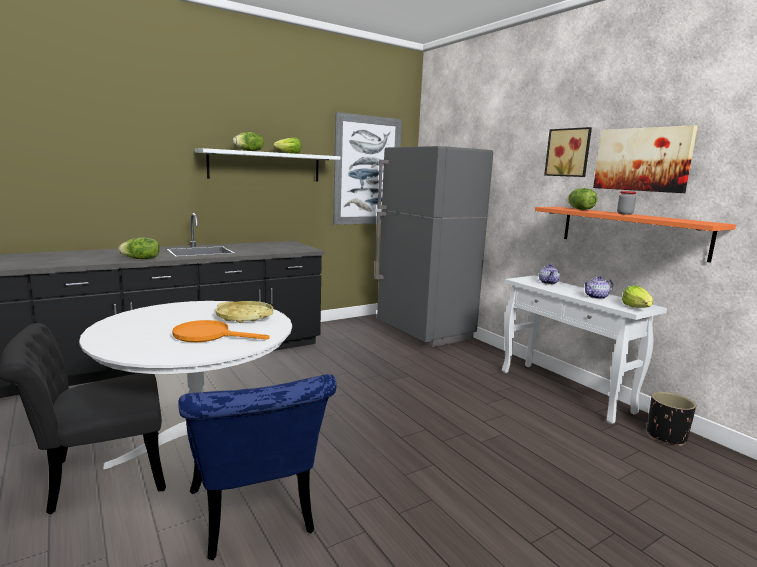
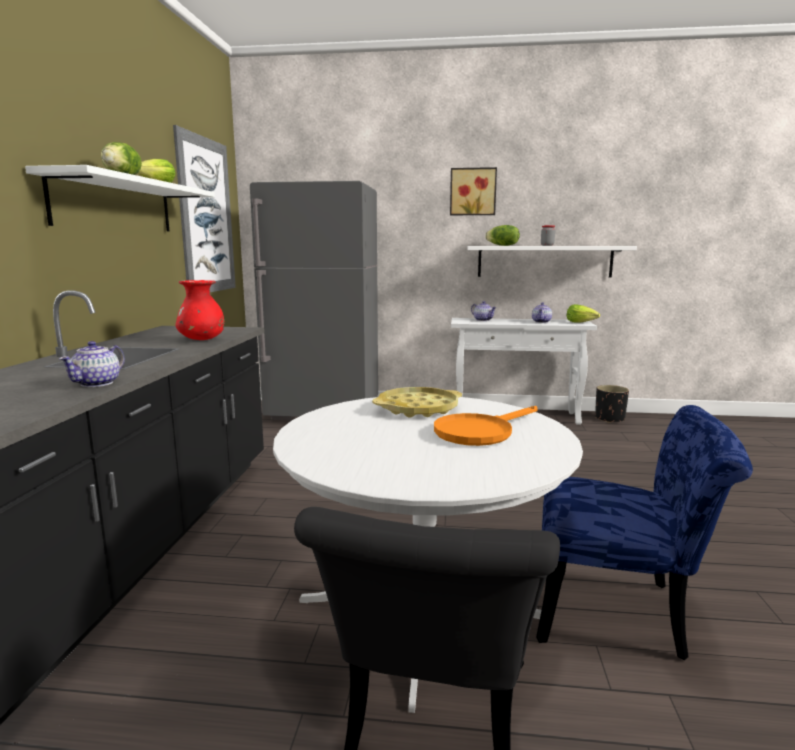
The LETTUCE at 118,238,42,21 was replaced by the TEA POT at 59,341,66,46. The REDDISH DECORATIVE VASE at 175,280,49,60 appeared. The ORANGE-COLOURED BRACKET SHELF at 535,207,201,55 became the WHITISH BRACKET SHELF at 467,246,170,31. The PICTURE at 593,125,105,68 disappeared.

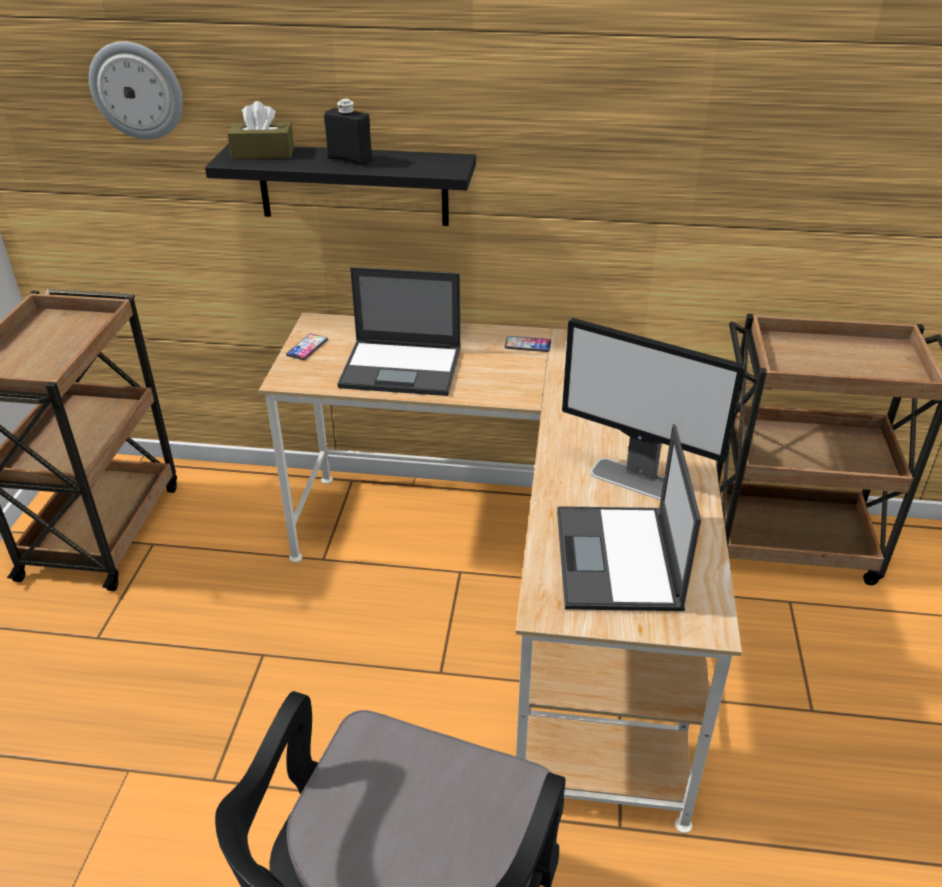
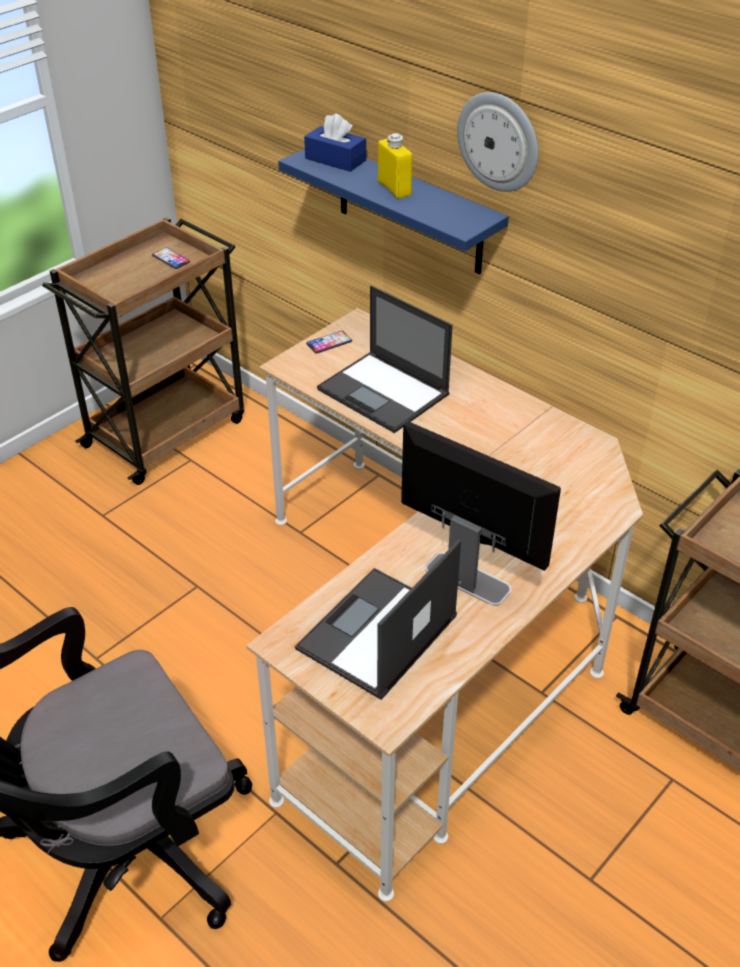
The PHONE moved from 504,336,47,16 to 152,248,38,21. The BLACKISH BRACKET SHELF at 205,144,271,82 became the BLUE-COLOURED BRACKET SHELF at 278,149,231,125. The BROWNISH BOX OF TISSUES at 227,101,67,58 became the BLUE-COLOURED BOX OF TISSUES at 304,113,62,59. The BLACKISH BOTTLE at 324,99,48,66 became the YELLOW BOTTLE at 378,133,34,66. The COMPUTER DISPLAY at 562,318,184,182 turned 150 degrees clockwise. The CLOCK ON THE WALL moved from 89,41,94,98 to 457,92,81,100.

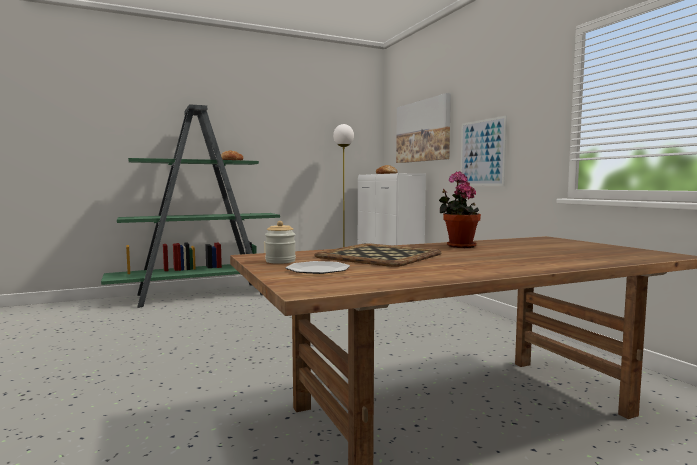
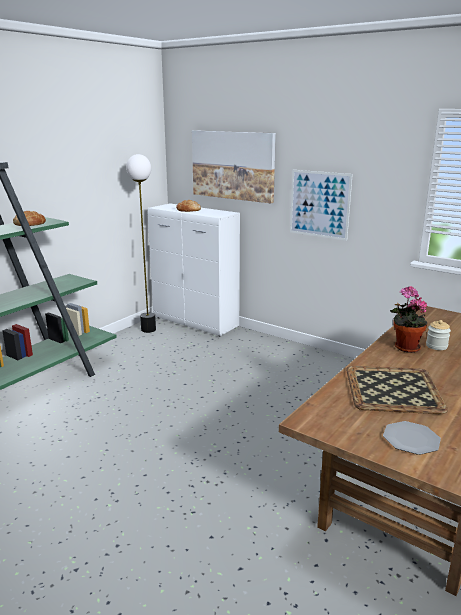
The JAR moved from 265,221,31,43 to 426,320,25,30.

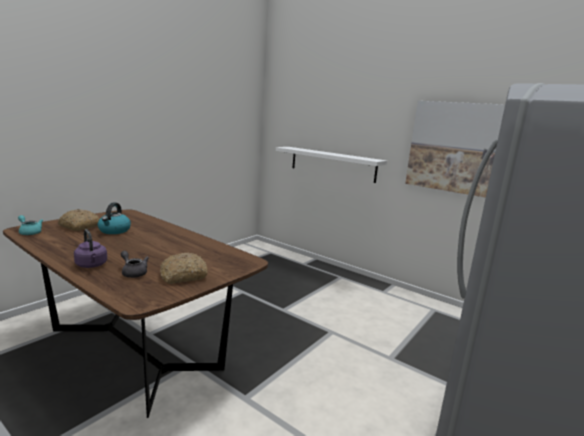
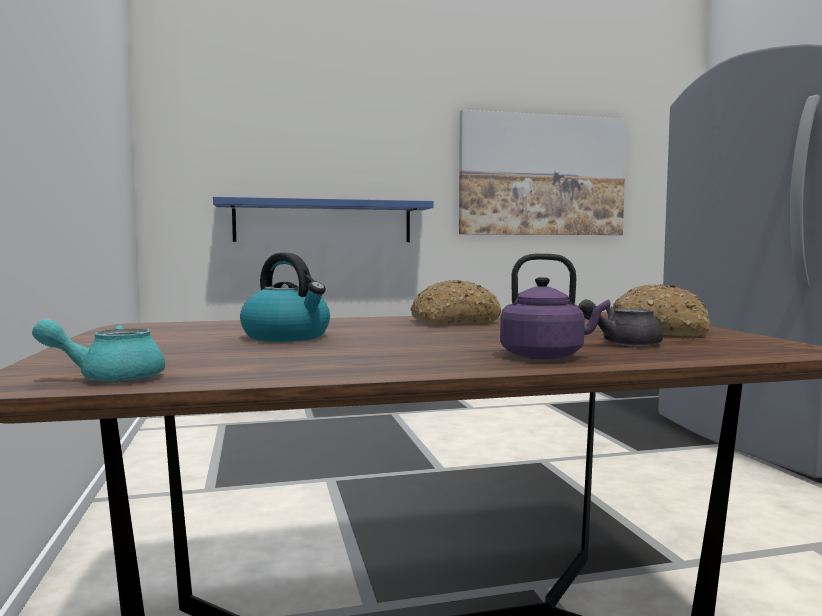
The WHITISH BRACKET SHELF at 276,147,111,36 became the BLUE-COLOURED BRACKET SHELF at 213,197,221,45. The BREAD moved from 58,209,41,22 to 410,280,91,45.

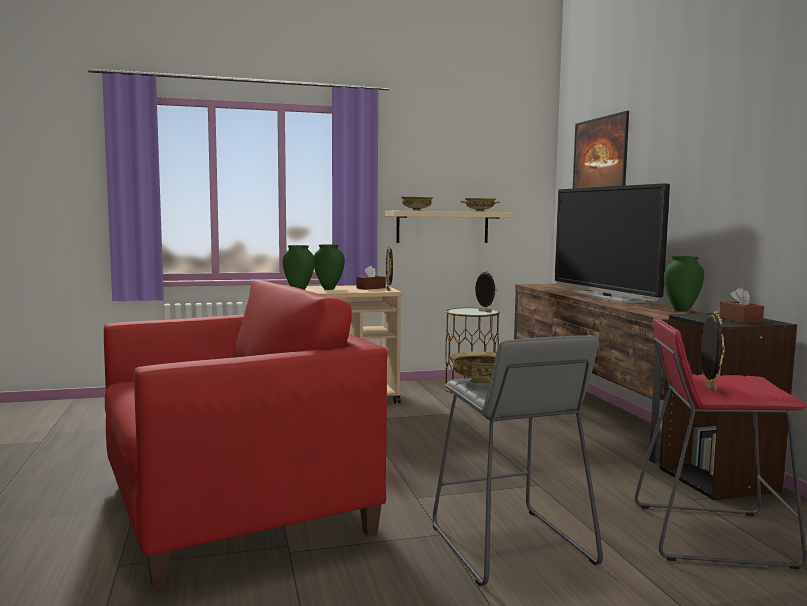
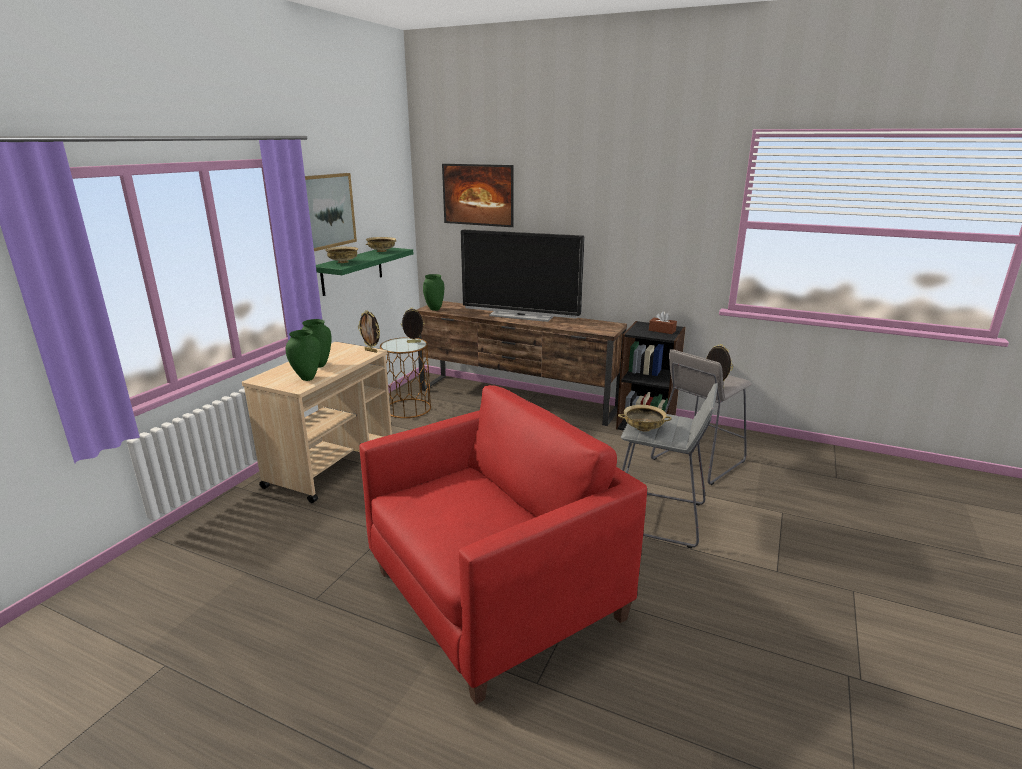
The PICTURE at 305,173,52,78 appeared. The SAND-COLOURED BRACKET SHELF at 385,211,128,32 became the GREENISH BRACKET SHELF at 316,248,98,48. The REDDISH ARMCHAIR at 104,280,283,308 turned 45 degrees clockwise. The GREENISH DECORATIVE VASE moved from 664,256,40,56 to 423,274,21,37. The REDDISH STOOL SEAT at 635,317,172,252 became the GRAY STOOL SEAT at 651,349,101,136. The BROWNISH BOX OF TISSUES at 356,265,30,25 disappeared.

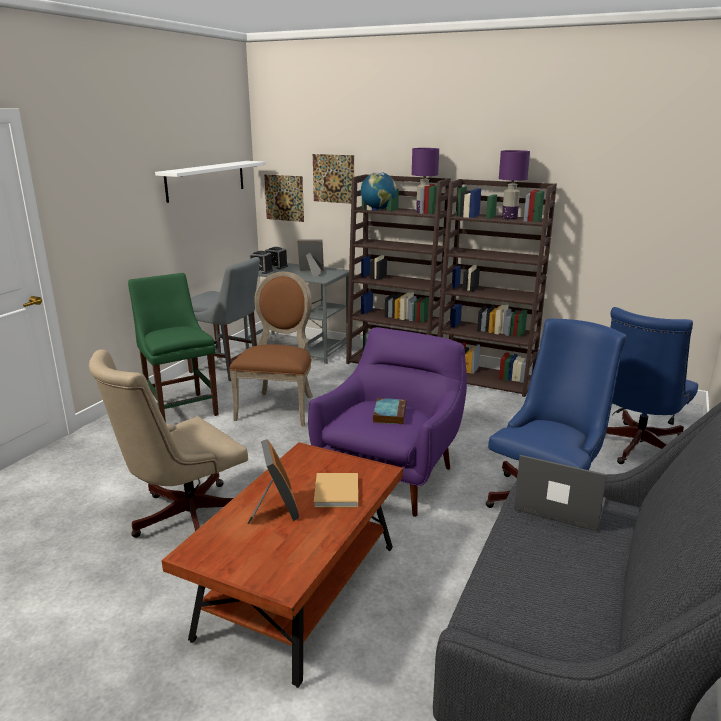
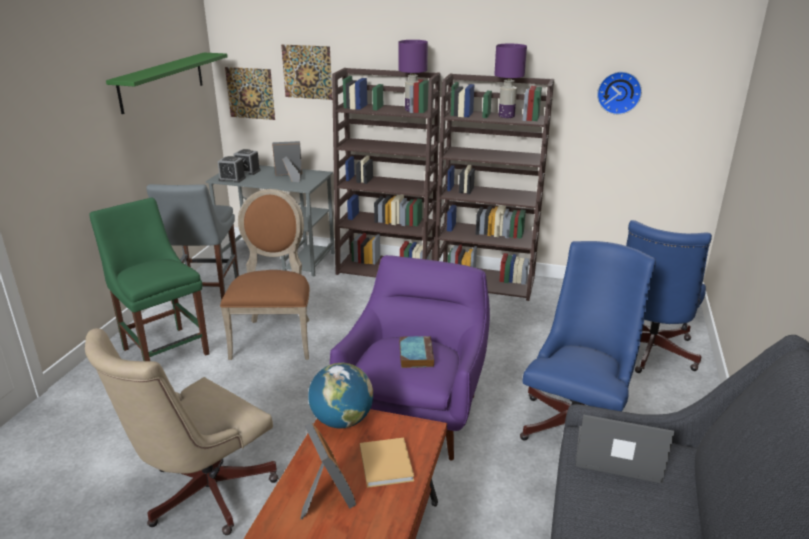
The WHITISH BRACKET SHELF at 155,161,111,42 became the GREENISH BRACKET SHELF at 106,53,122,61. The GRAY CHAIR at 187,257,73,124 turned 75 degrees clockwise. The DESK GLOBE moved from 361,172,36,37 to 308,363,65,65. The CLOCK ON THE WALL at 597,71,45,44 appeared.

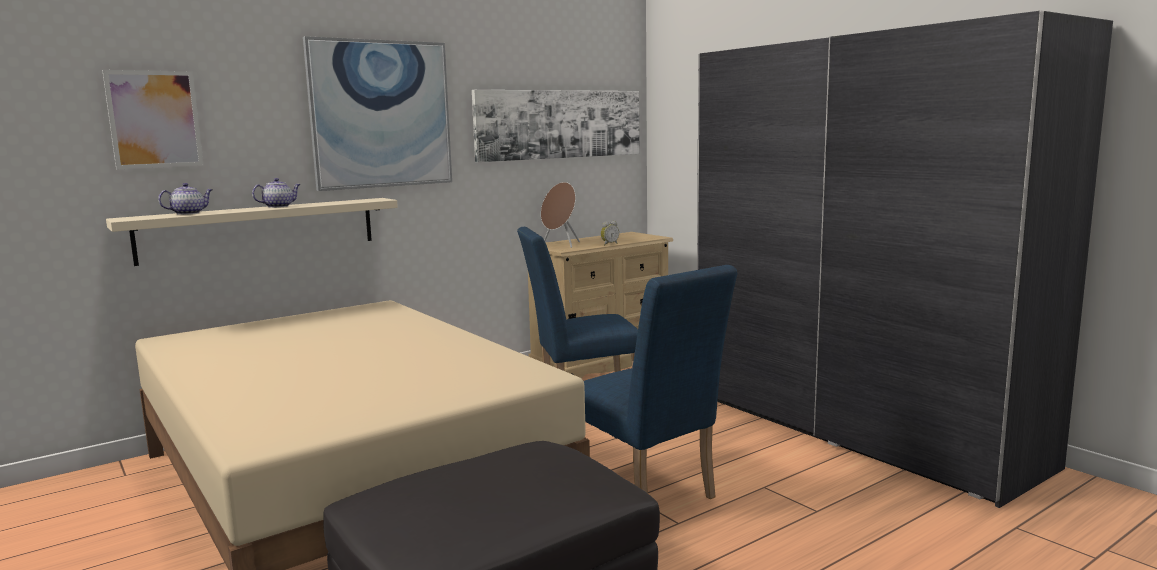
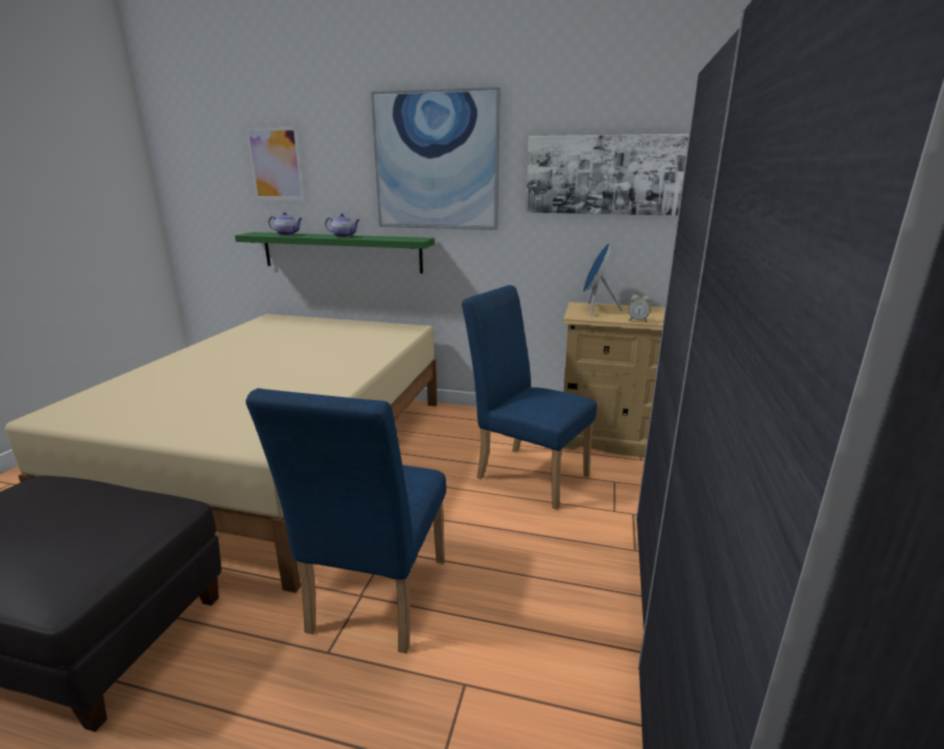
The SAND-COLOURED BRACKET SHELF at 106,198,292,68 became the GREENISH BRACKET SHELF at 235,232,200,41. The BROWNISH AUDIO SPEAKER at 541,182,39,66 became the BLUE-COLOURED AUDIO SPEAKER at 583,243,40,73.

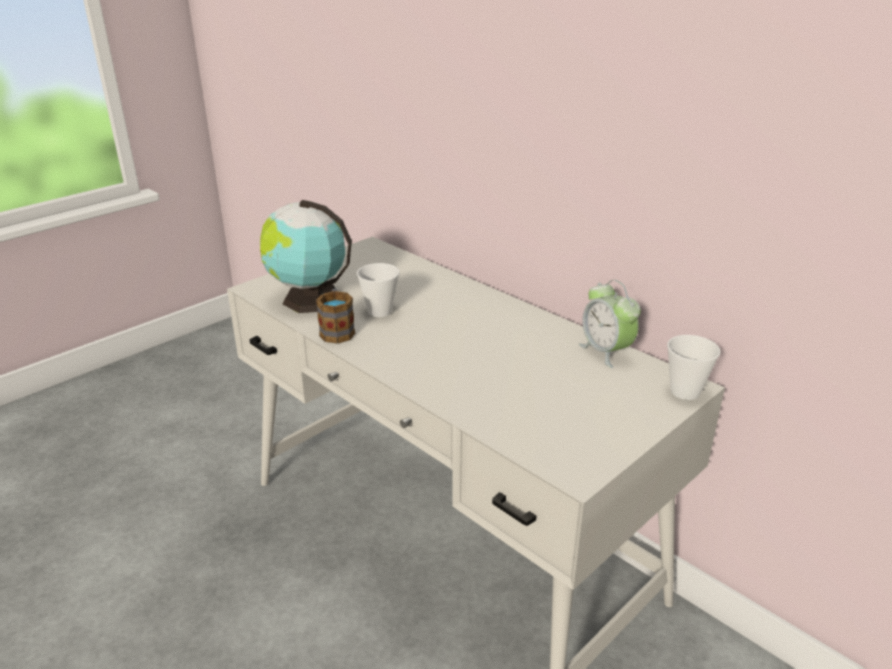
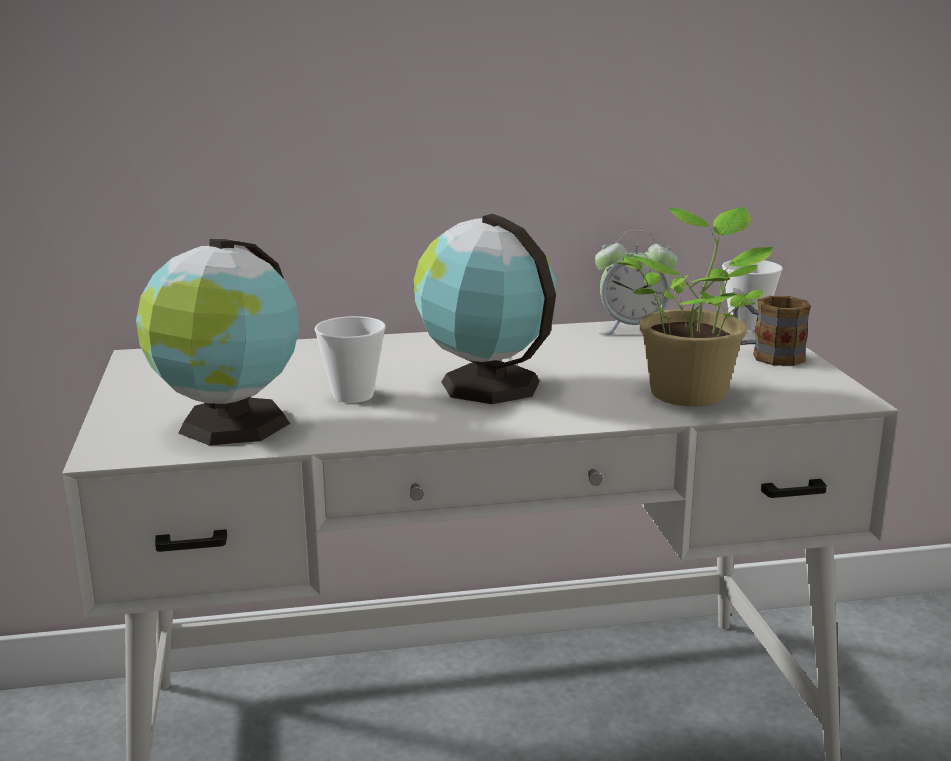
The DESK GLOBE at 413,214,143,190 appeared. The PLANT IN A POT at 617,207,156,200 appeared. The TEA MUG moved from 316,289,39,55 to 733,296,78,70.

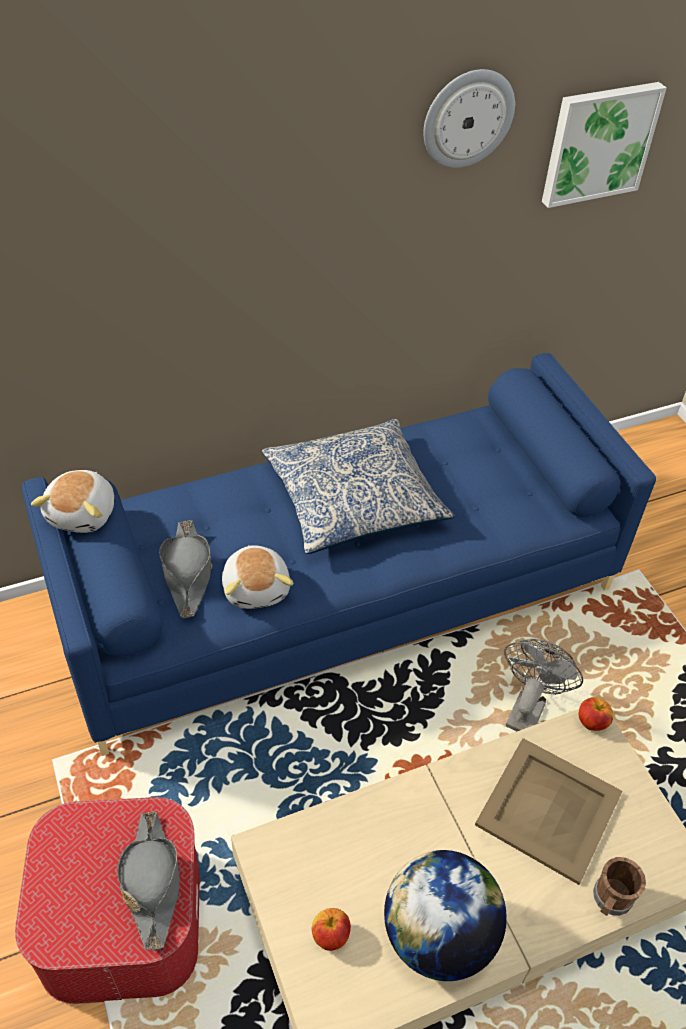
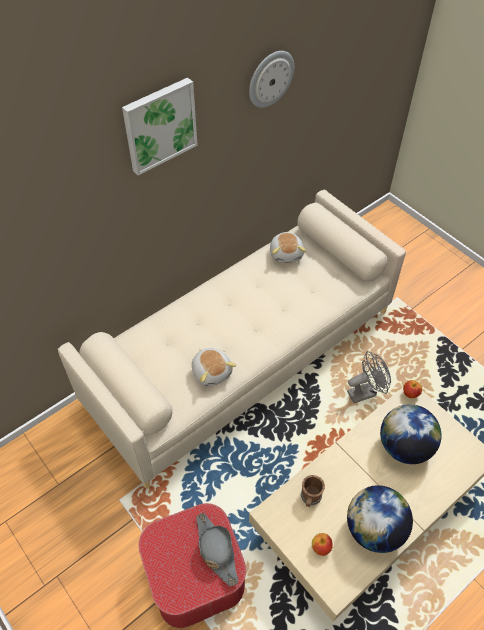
The BLUE-COLOURED COUCH at 22,353,634,403 became the SAND-COLOURED COUCH at 58,190,348,299. The PICTURE moved from 542,82,125,126 to 122,78,75,98. The PLUSH TOY moved from 31,470,83,63 to 270,232,36,31. The BROWNISH TEA MUG moved from 593,857,53,59 to 301,475,24,32. The GRAY COOLING FAN at 504,639,79,92 turned 60 degrees clockwise. The SAND-COLOURED CARRYING TRAY at 475,738,147,147 was replaced by the DESK GLOBE at 380,404,62,60. The GRAY WEARABLE HAT at 159,520,54,98 disappeared. The CUSHION at 262,419,193,135 disappeared.

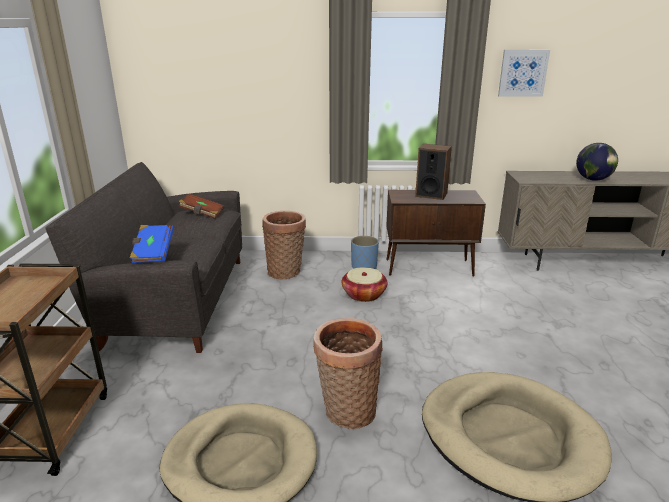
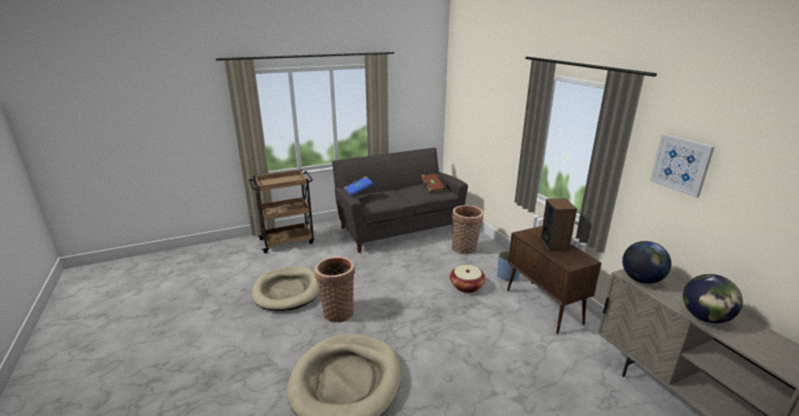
The DESK GLOBE at 622,241,49,43 appeared.

